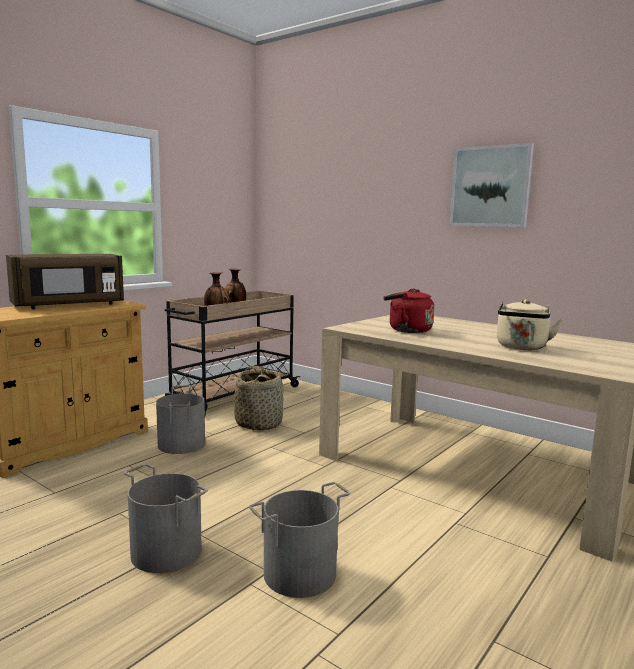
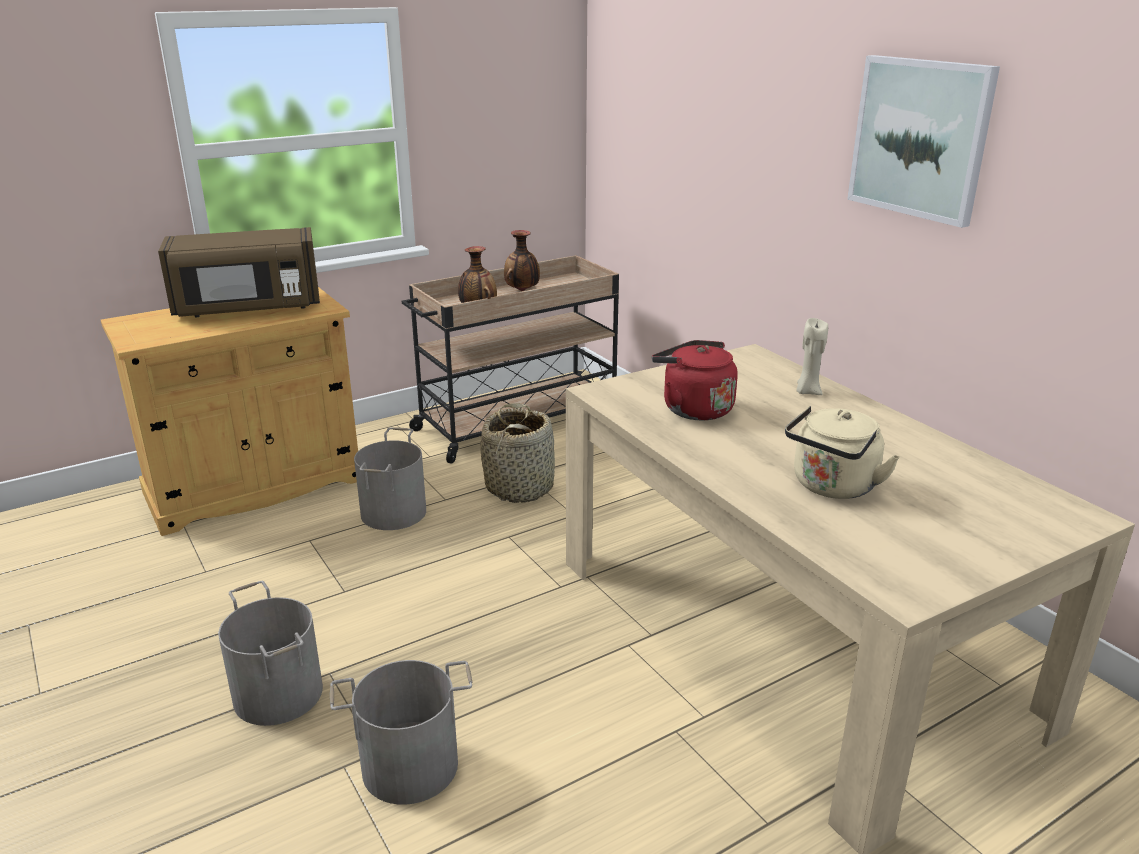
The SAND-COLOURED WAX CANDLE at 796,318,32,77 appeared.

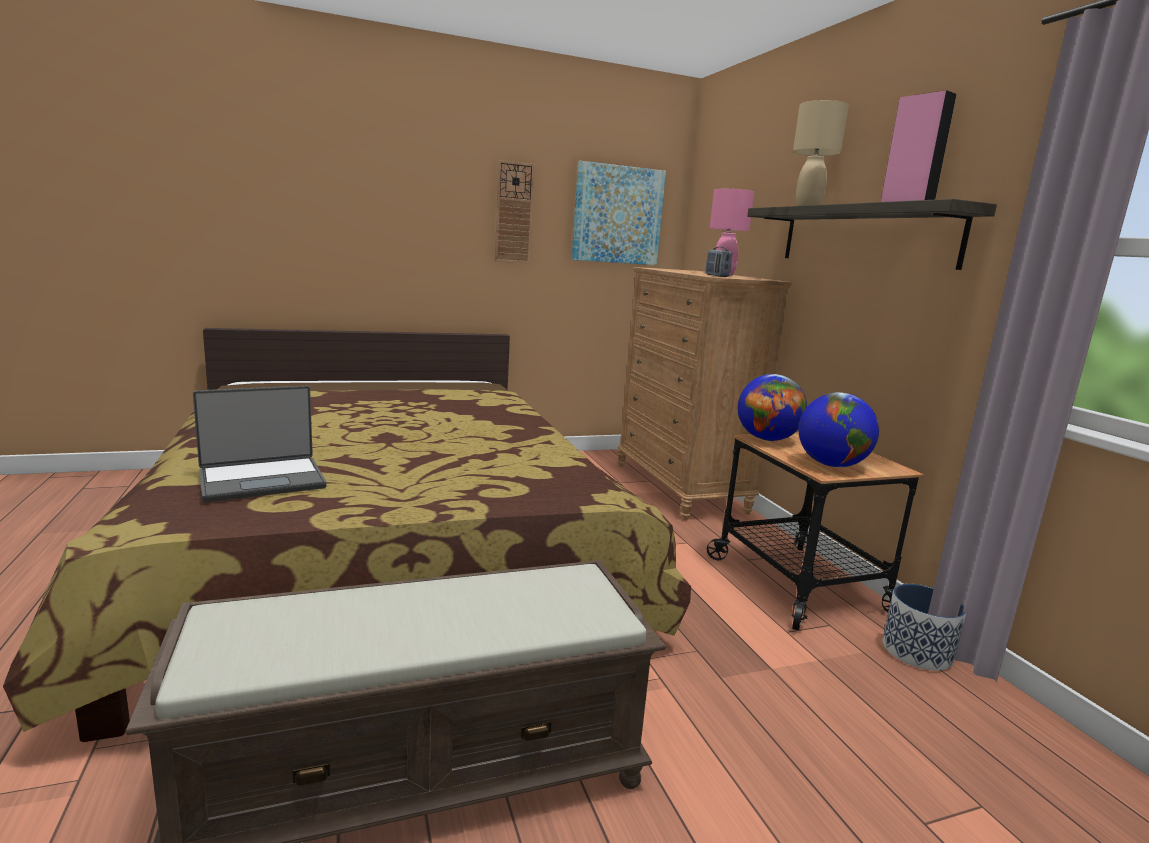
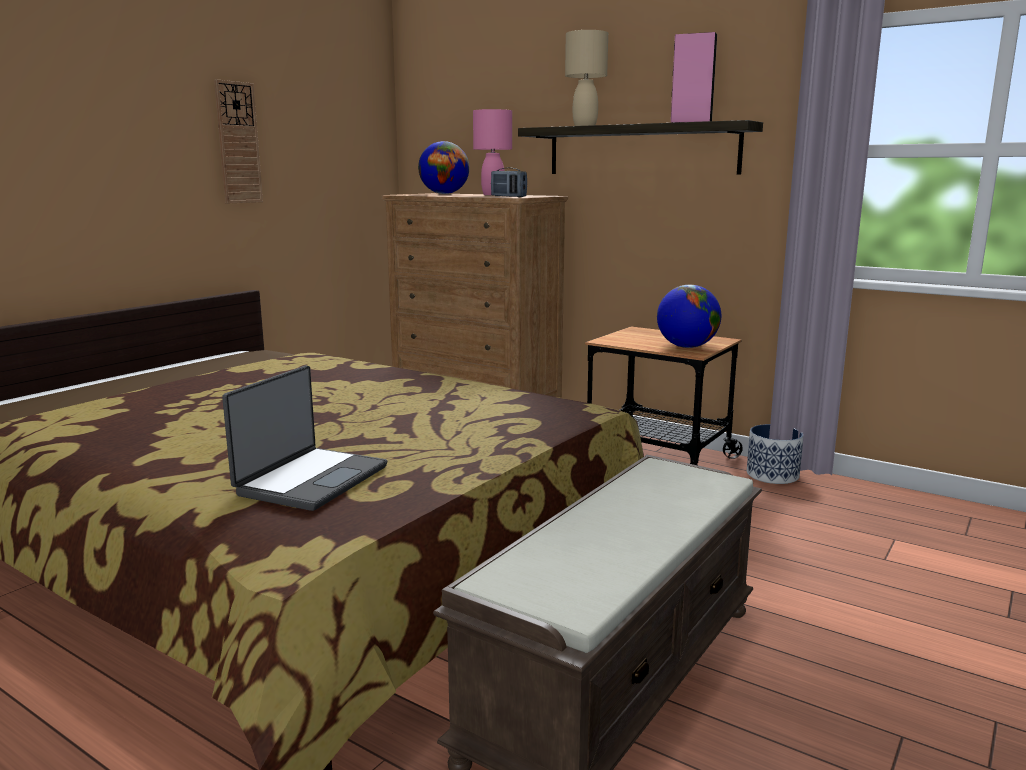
The DESK GLOBE moved from 738,374,69,67 to 418,141,51,53. The PICTURE at 571,161,95,104 disappeared.

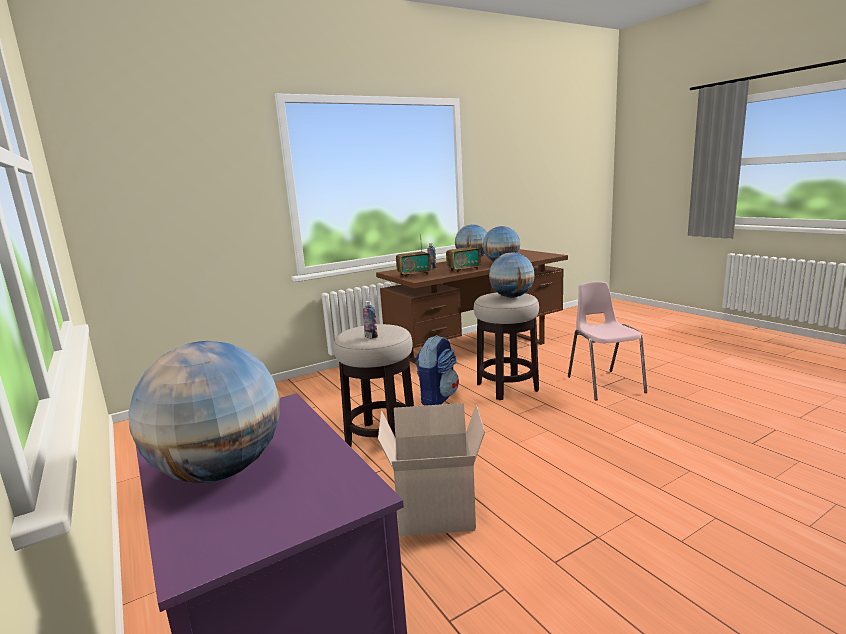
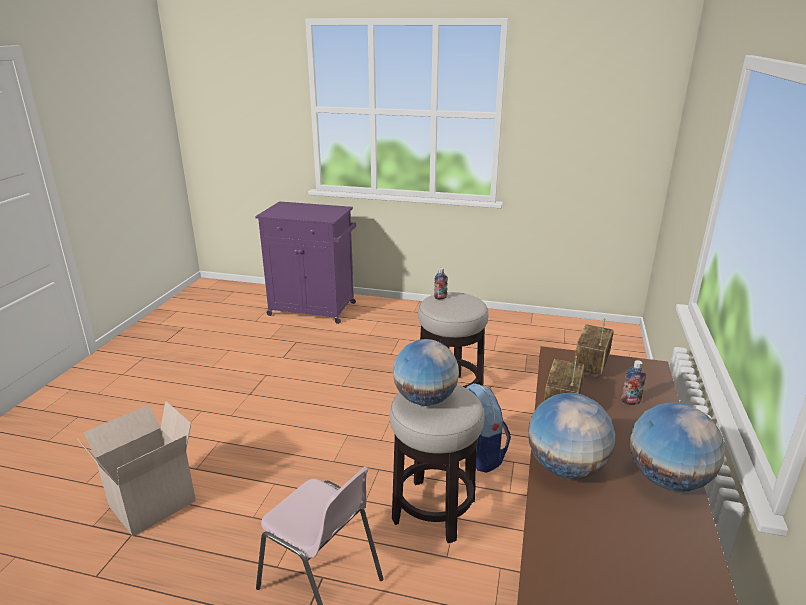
The CARTON moved from 378,403,107,133 to 77,401,119,135. The DESK GLOBE at 128,341,152,142 disappeared.

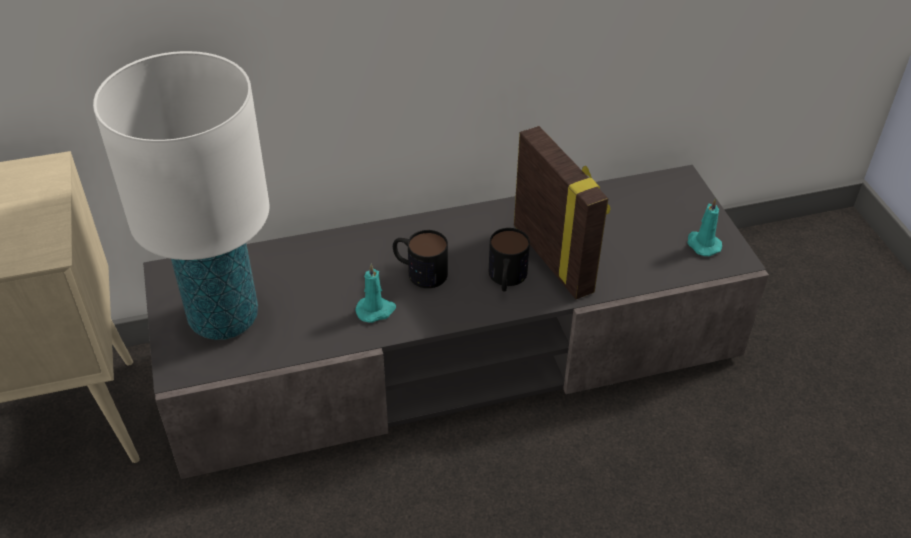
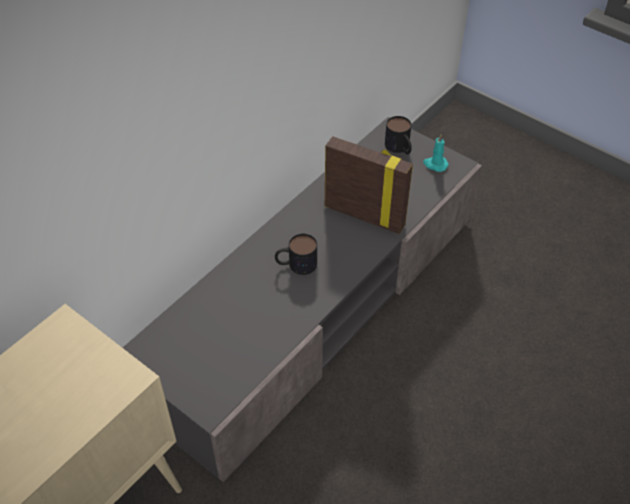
The TEA MUG moved from 489,228,41,64 to 385,116,27,39. The WHITISH TABLE LAMP at 93,51,177,289 disappeared. The TURQUOISE-COLOURED WAX CANDLE at 355,263,41,60 disappeared.

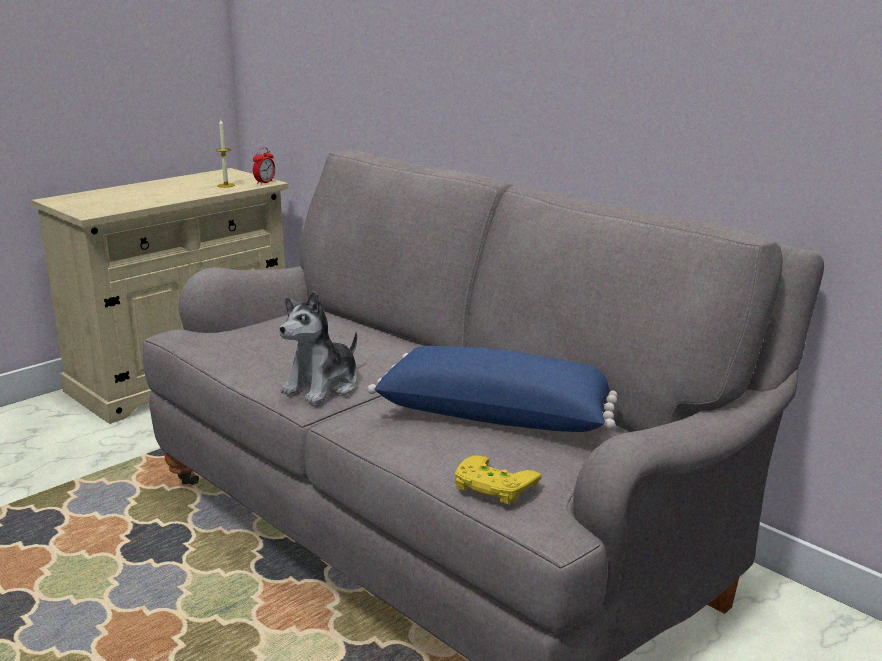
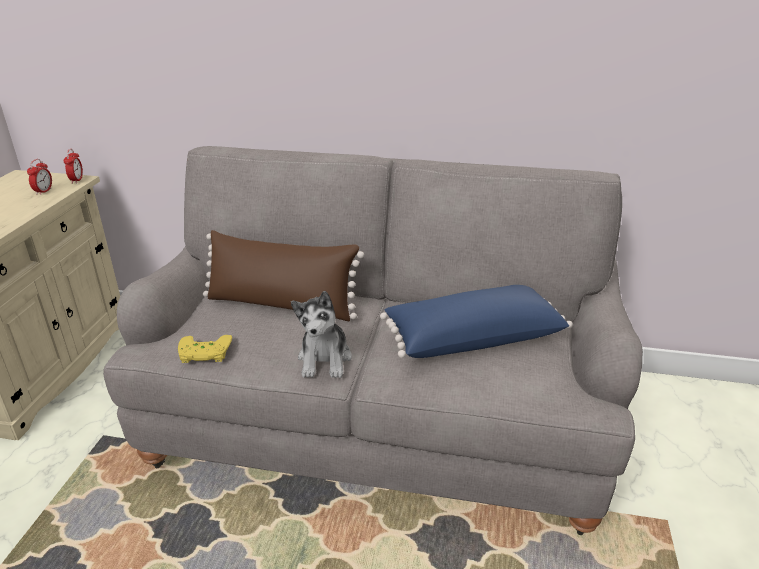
The WAX CANDLE at 216,120,19,68 was replaced by the BEDSIDE CLOCK at 27,159,25,36. The YELLOW JOYPAD moved from 455,455,86,50 to 178,335,54,28. The BROWNISH CUSHION at 203,230,161,91 appeared.

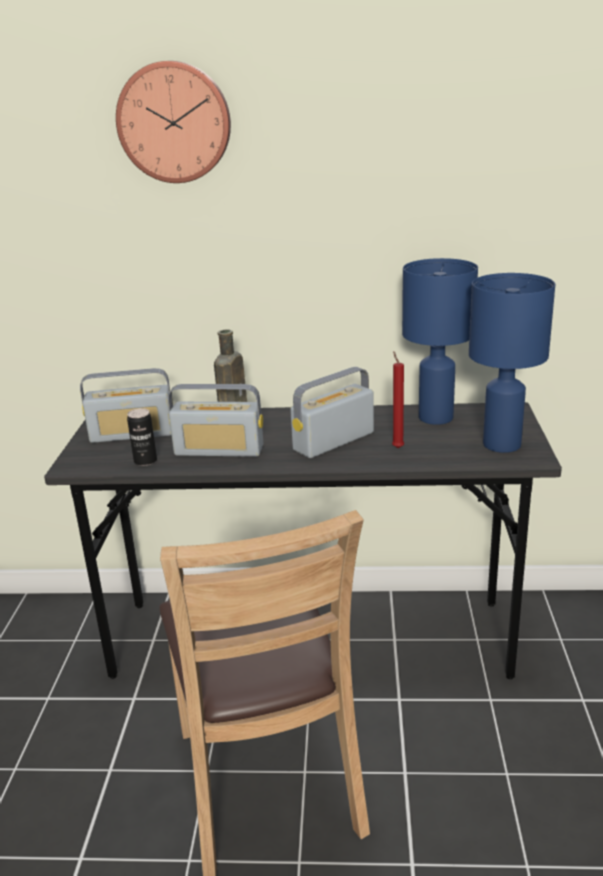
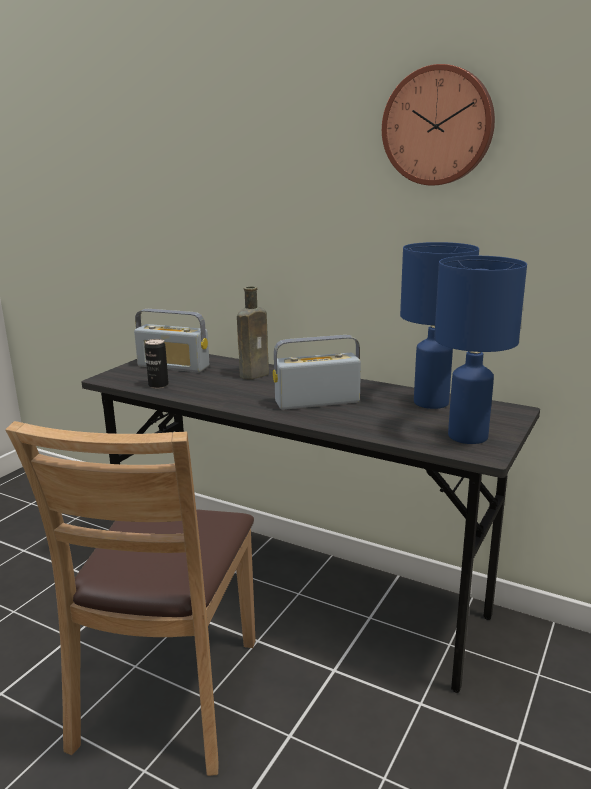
The CLOCK ON THE WALL moved from 116,61,115,122 to 382,64,113,122. The RADIO SET at 168,384,95,73 disappeared. The REDDISH WAX CANDLE at 392,351,12,97 disappeared.

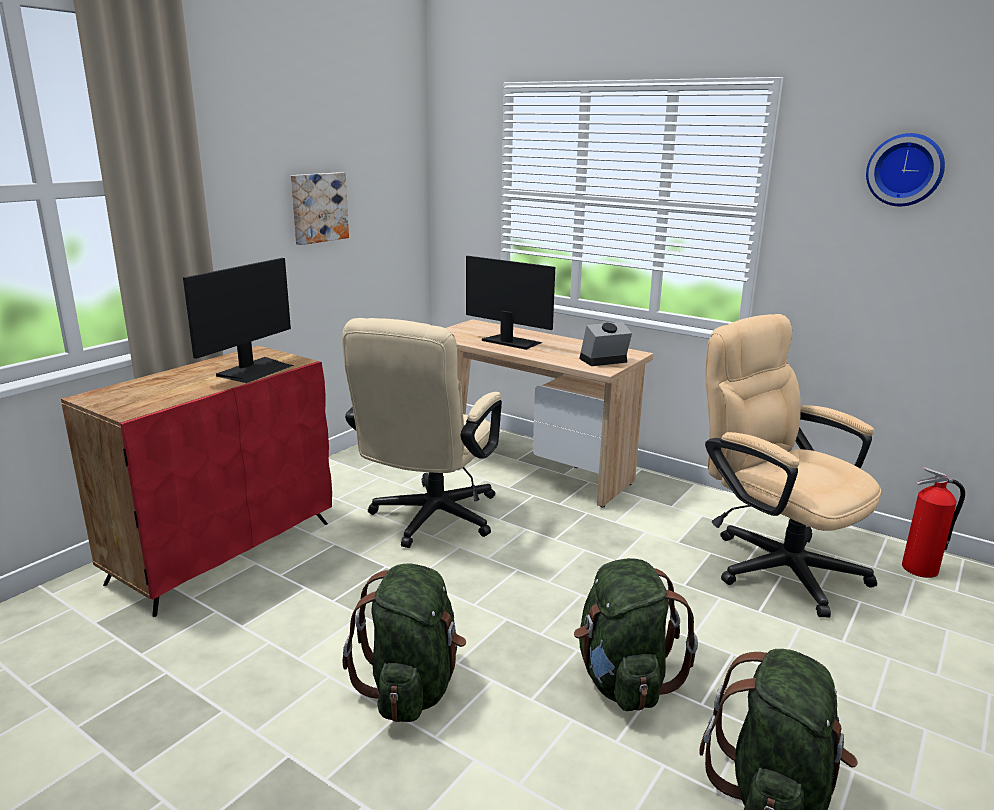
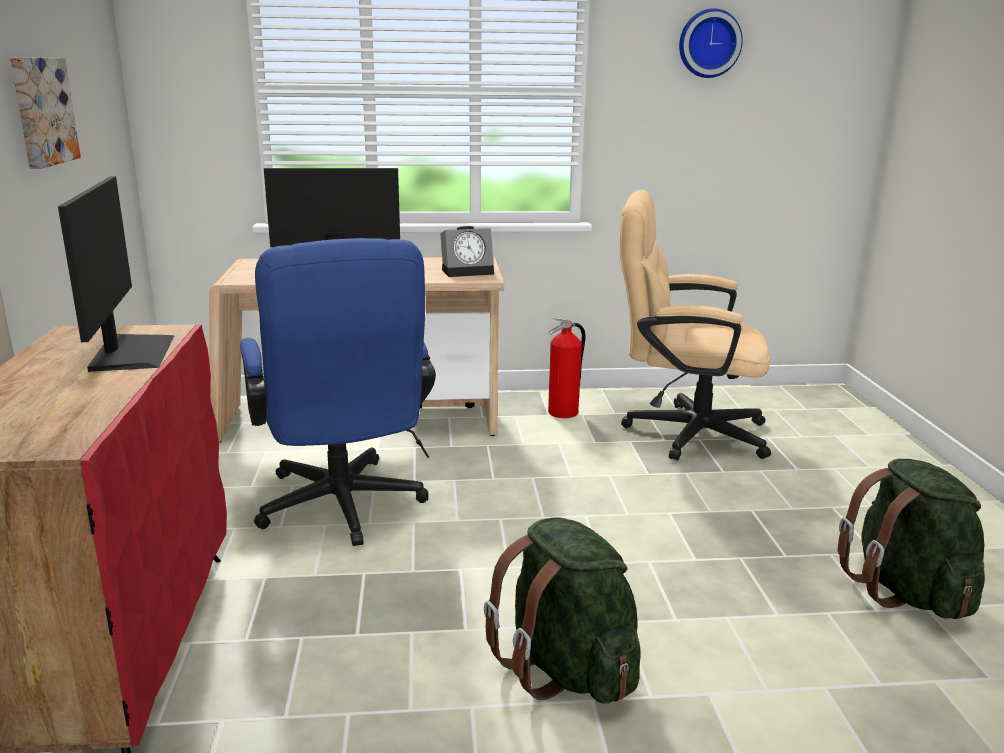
The SAND-COLOURED COMPUTER CHAIR at 342,318,160,230 became the BLUE-COLOURED COMPUTER CHAIR at 240,238,196,308. The BEDSIDE CLOCK at 579,322,53,44 turned 135 degrees counterclockwise. The FIRE-FIGHTING CYLINDER moved from 902,467,63,111 to 548,317,38,101. The GREENISH KNAPSACK at 574,558,124,153 disappeared.

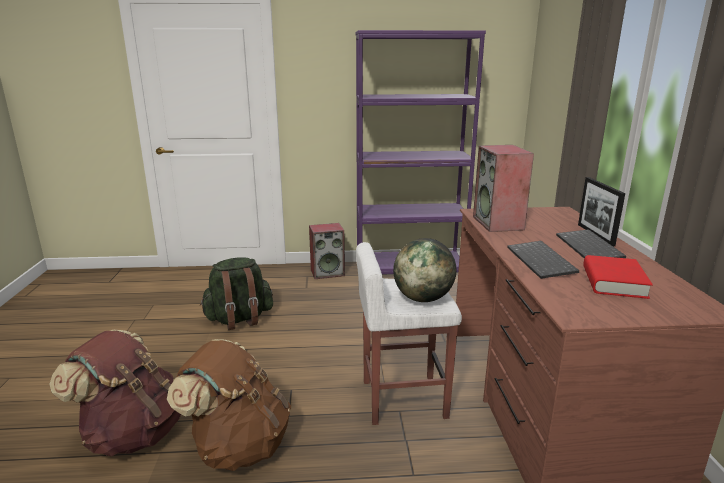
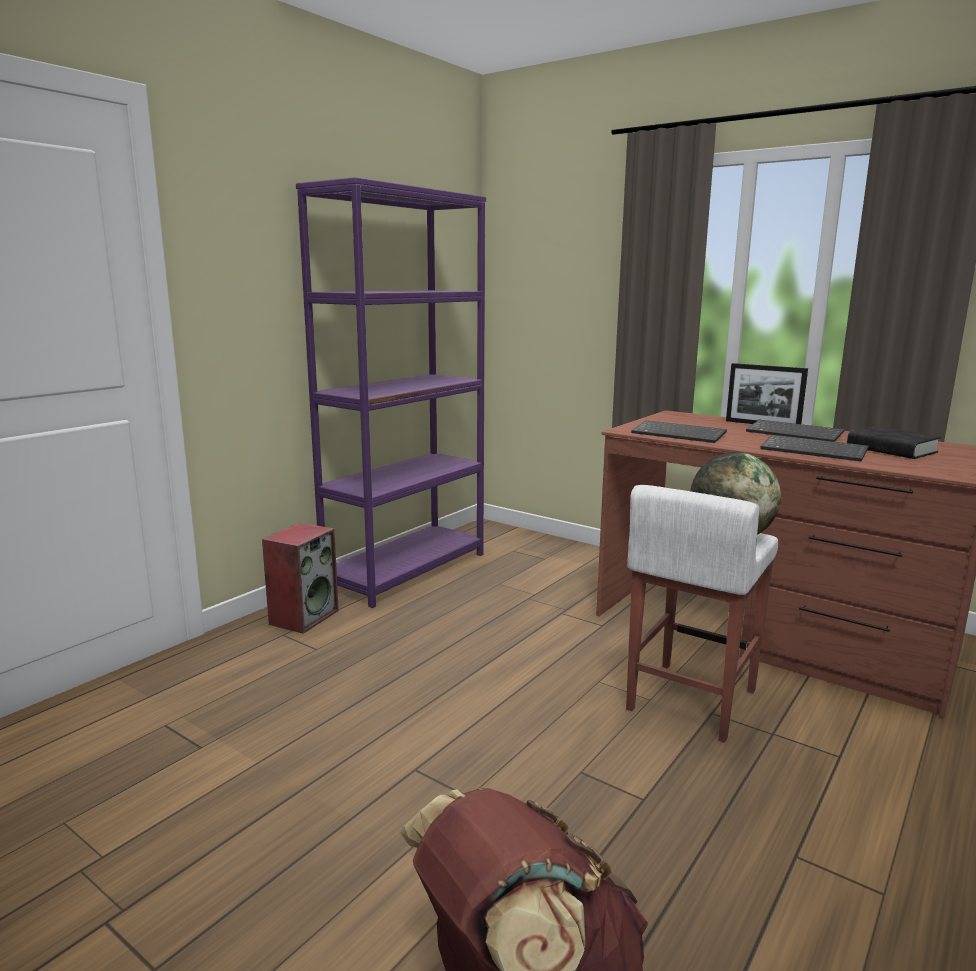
The AUDIO SPEAKER at 473,145,61,87 was replaced by the KEYBOARD at 631,420,96,23. The REDDISH BOUND BOOK at 583,255,70,44 became the BLACKISH BOUND BOOK at 847,426,94,33. The BROWNISH KNAPSACK at 167,339,124,132 disappeared. The GREENISH KNAPSACK at 200,258,73,72 disappeared.

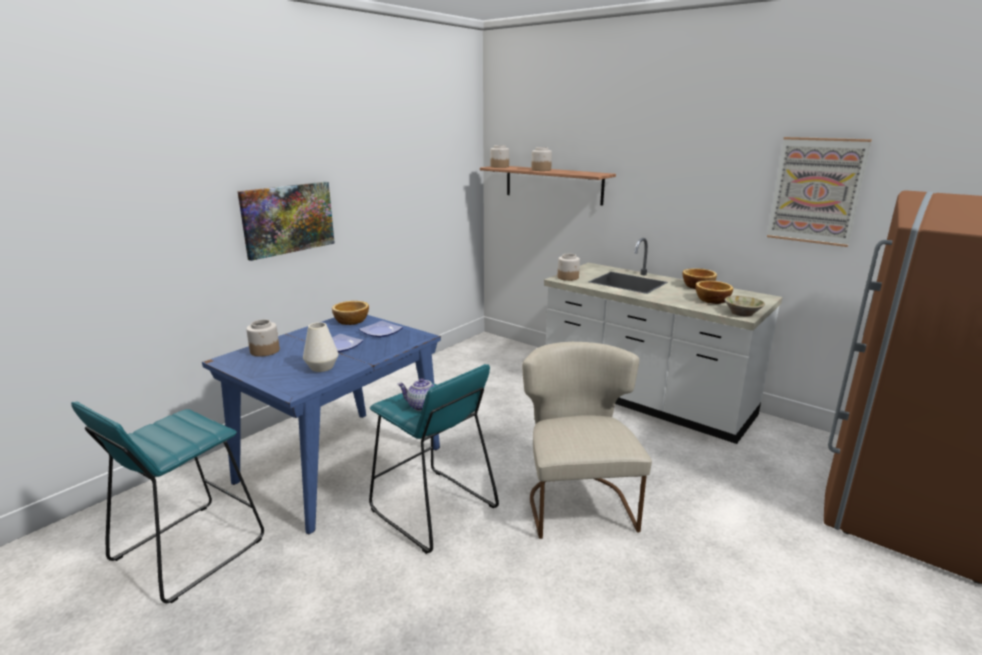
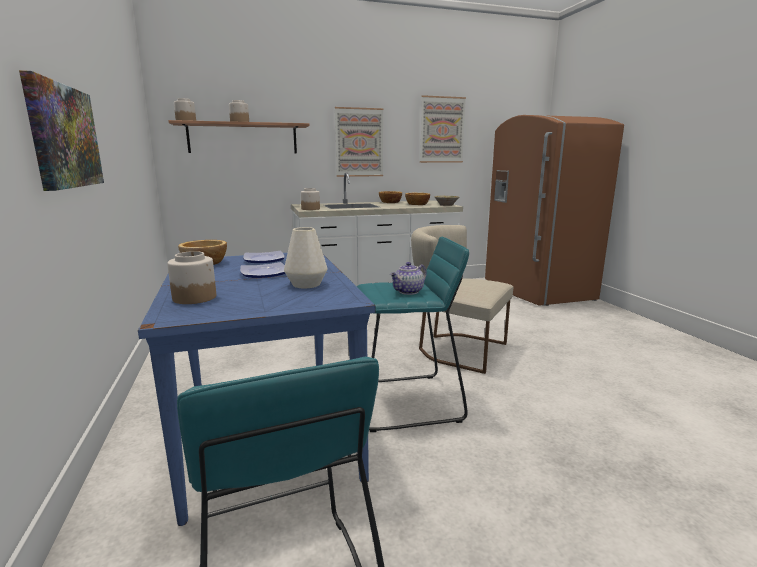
The PICTURE at 335,107,49,70 appeared.

